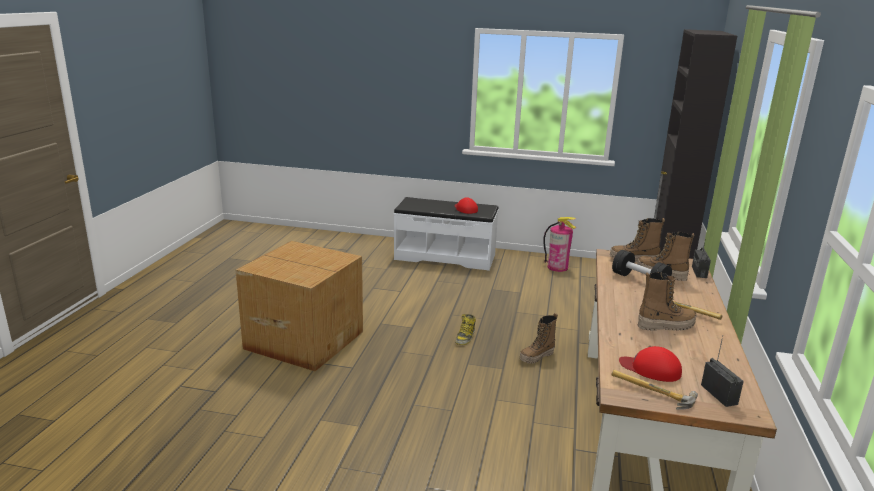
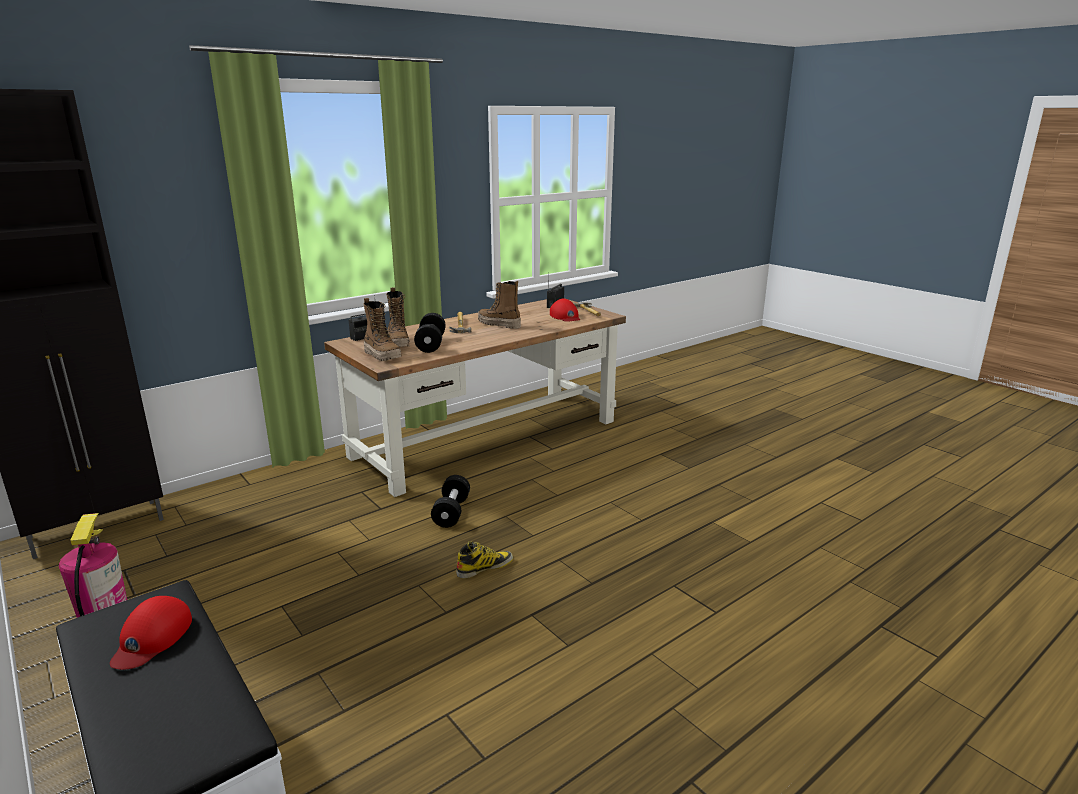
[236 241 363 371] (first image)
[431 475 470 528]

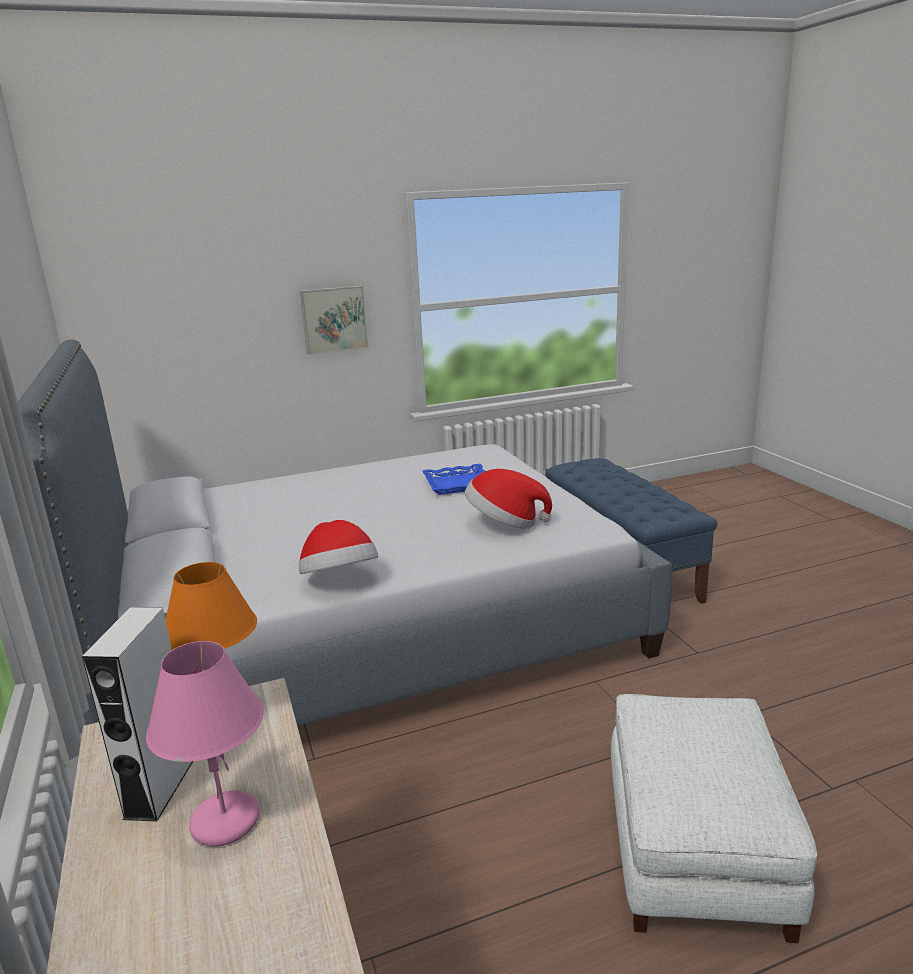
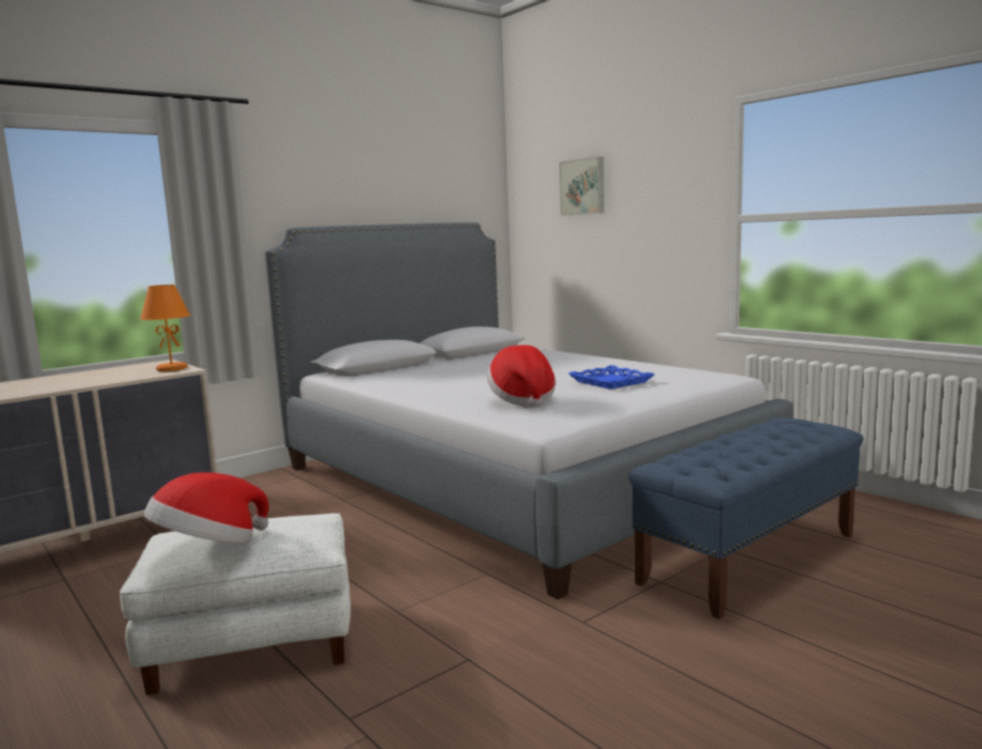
[82 607 193 821] (first image)
[146 641 264 847] (first image)
[144 472 269 543]
[559 157 604 216]

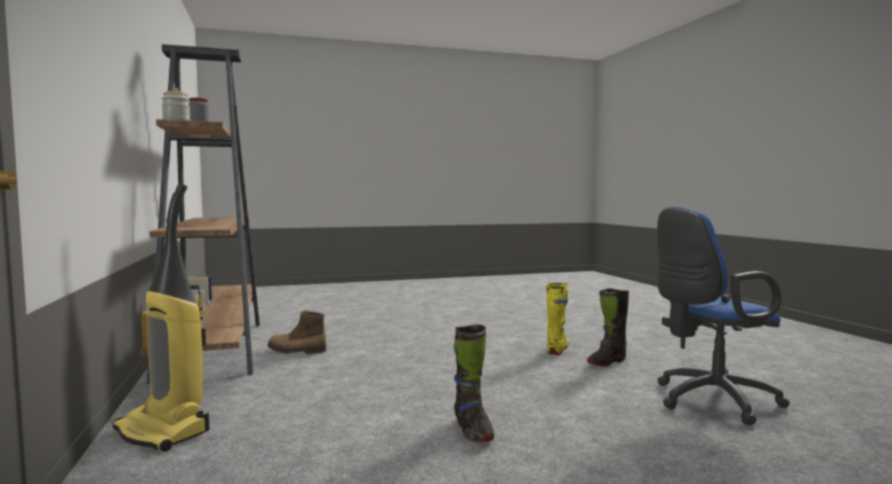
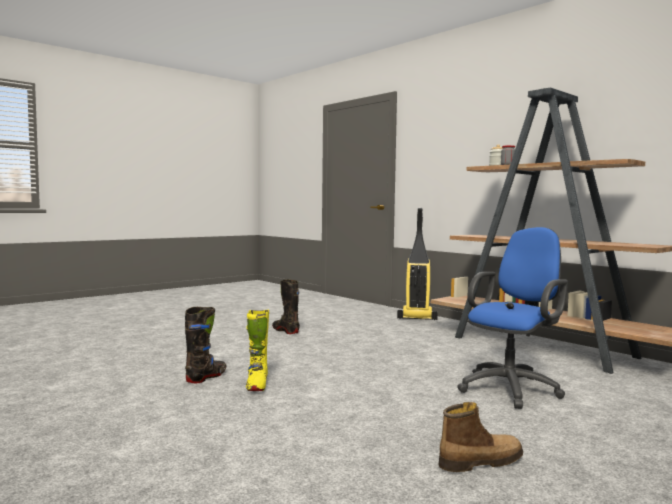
[438 402 523 472]
[457 227 568 409]

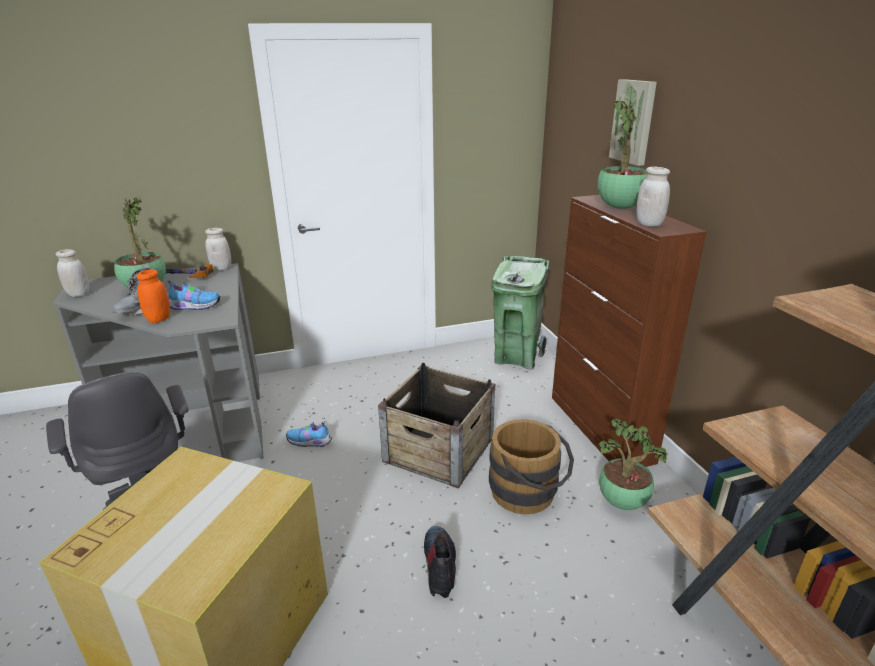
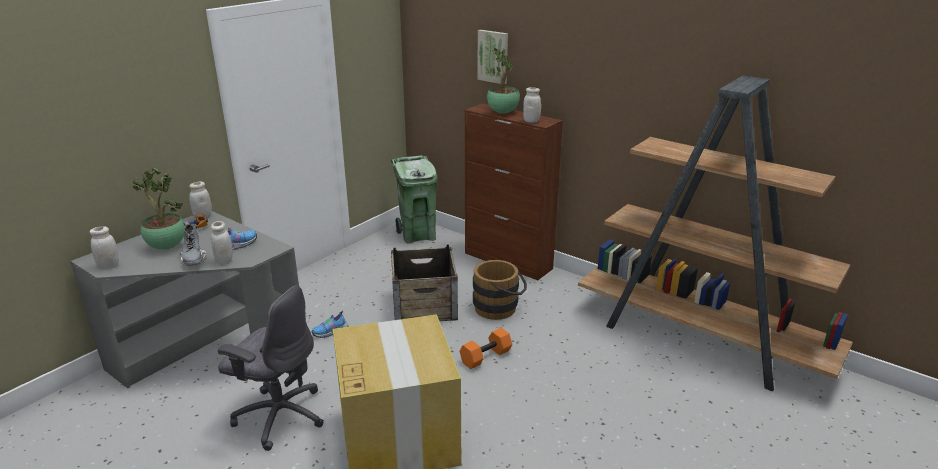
[598 418 669 510] (first image)
[459 328 512 369]
[211 221 233 264]

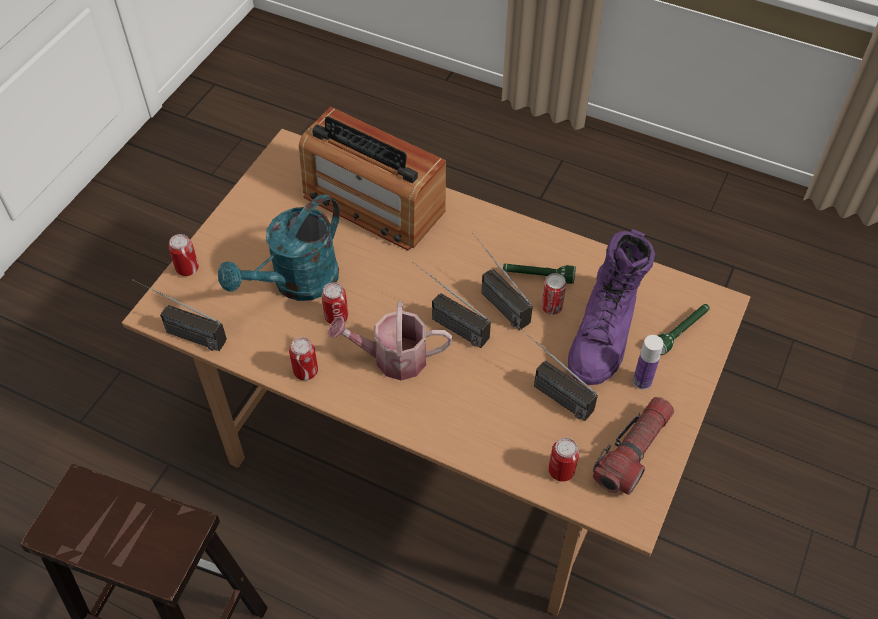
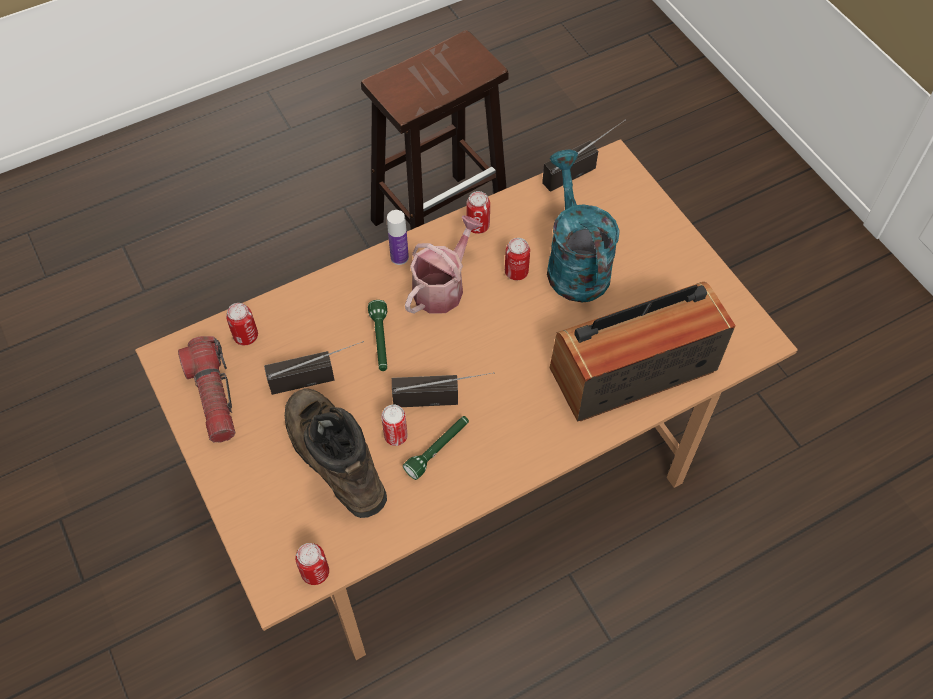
[413 262 491 348] (first image)
[295 543 329 585]
[387 210 409 265]
[368 300 387 371]
[285 388 387 518]

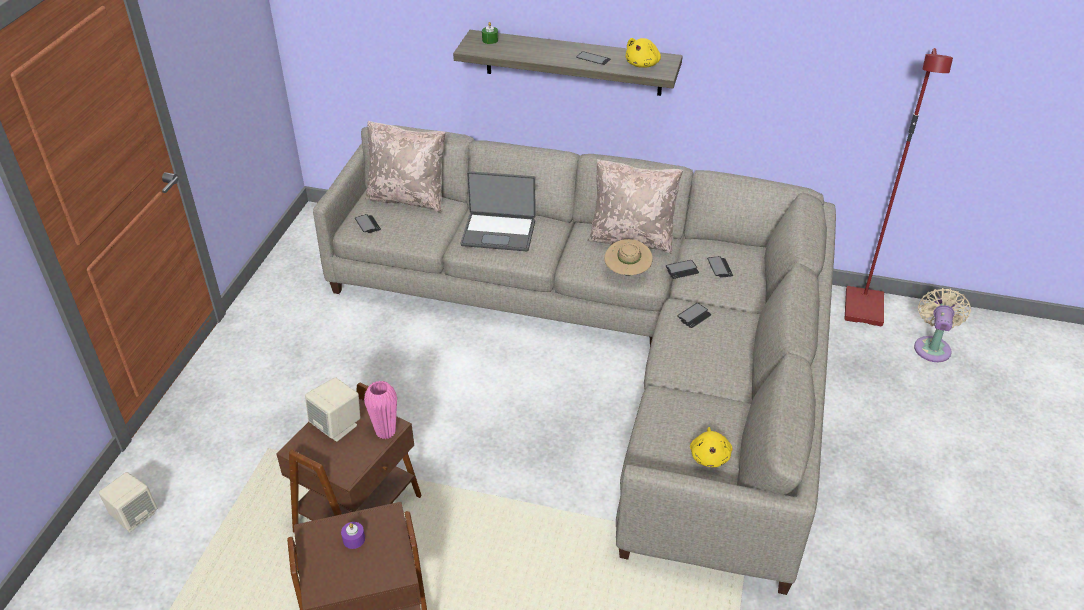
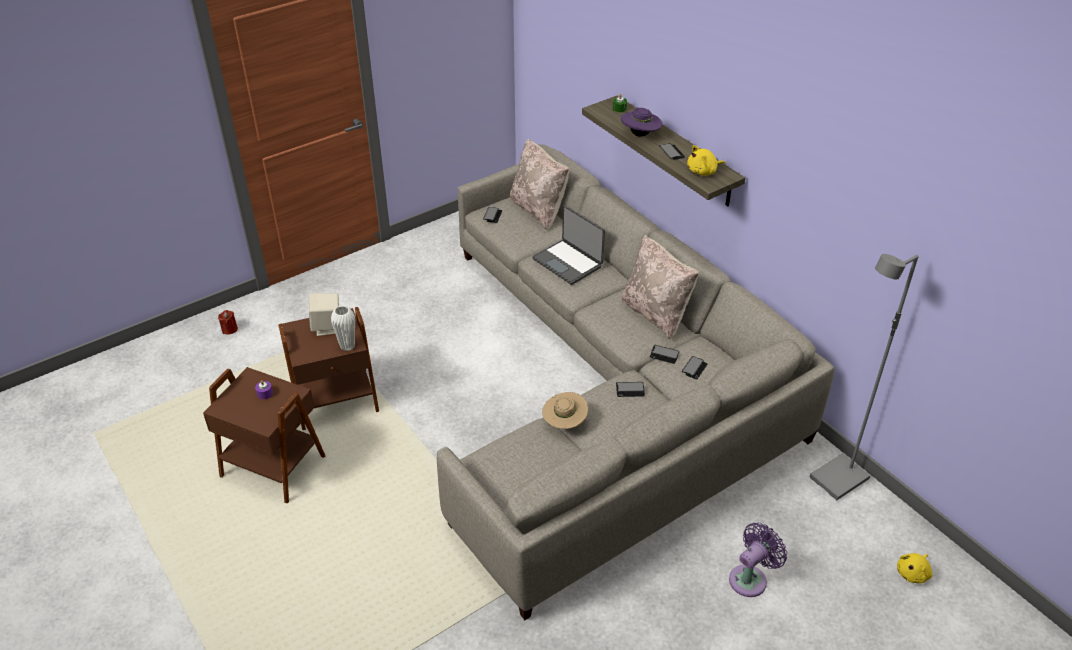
[914 288 971 362] (first image)
[621 108 662 137]
[729 523 787 597]
[542 392 588 429]
[897 553 933 583]
[218 310 238 334]
[331 306 355 351]
[810 254 919 500]

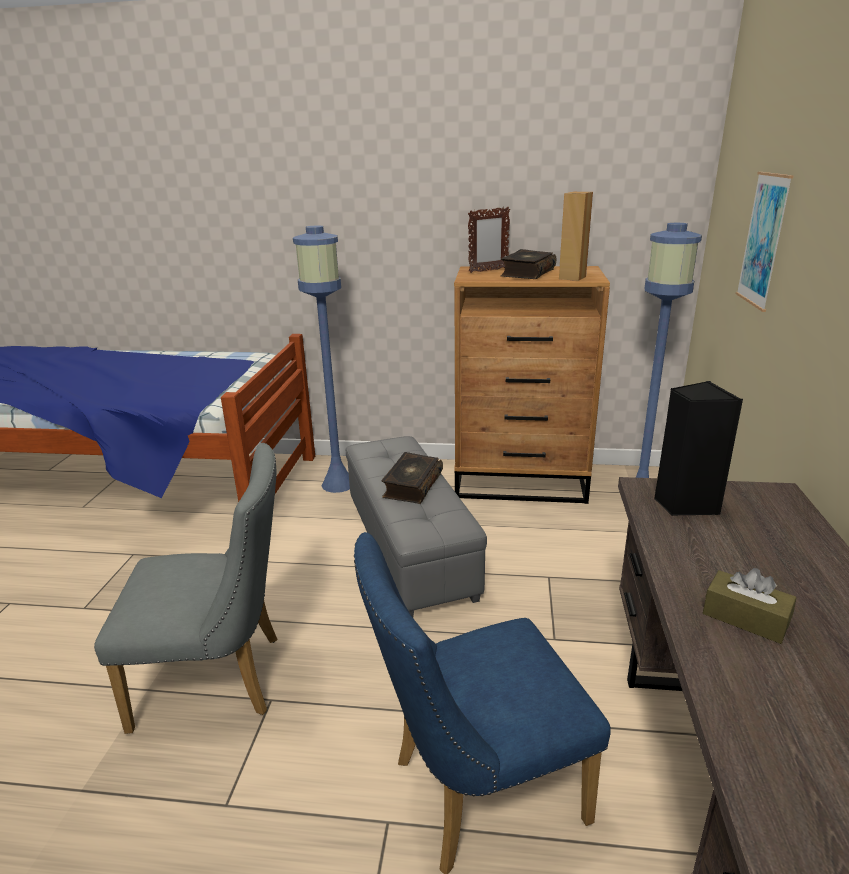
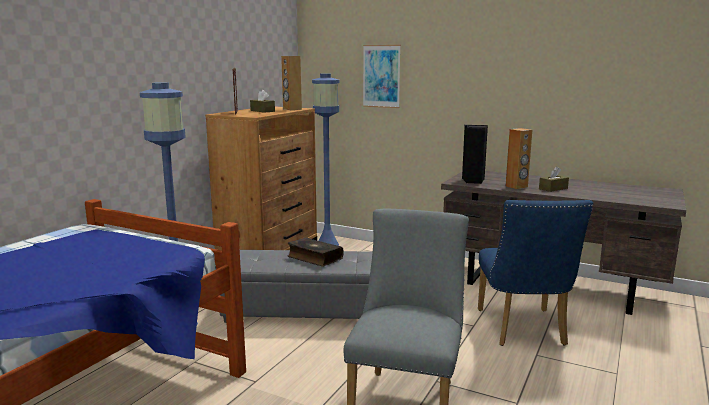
[506 128 532 189]
[250 90 275 113]

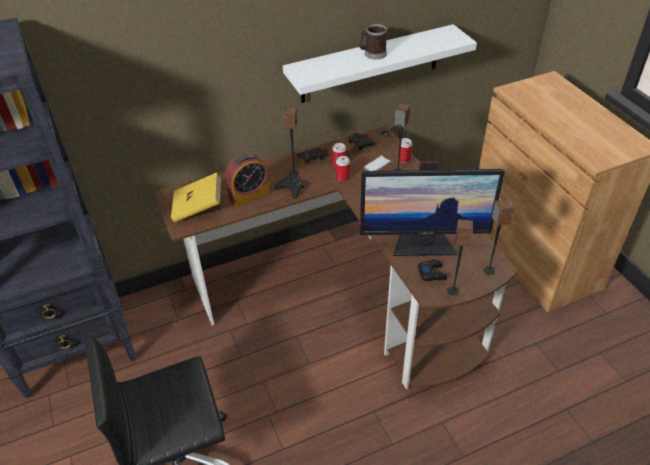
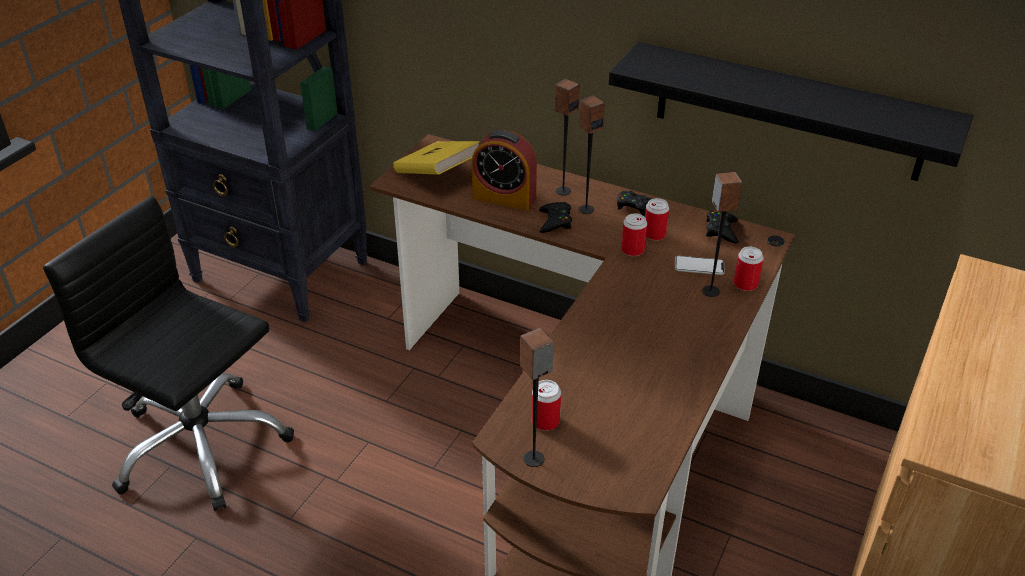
[359 24 387 60] (first image)
[360 160 505 256] (first image)
[554 79 580 195]
[532 380 561 431]
[609 42 973 181]

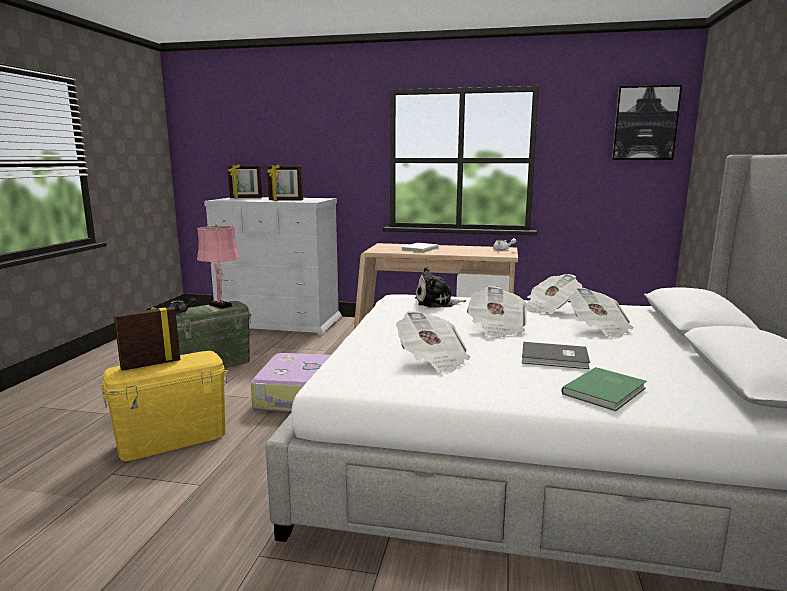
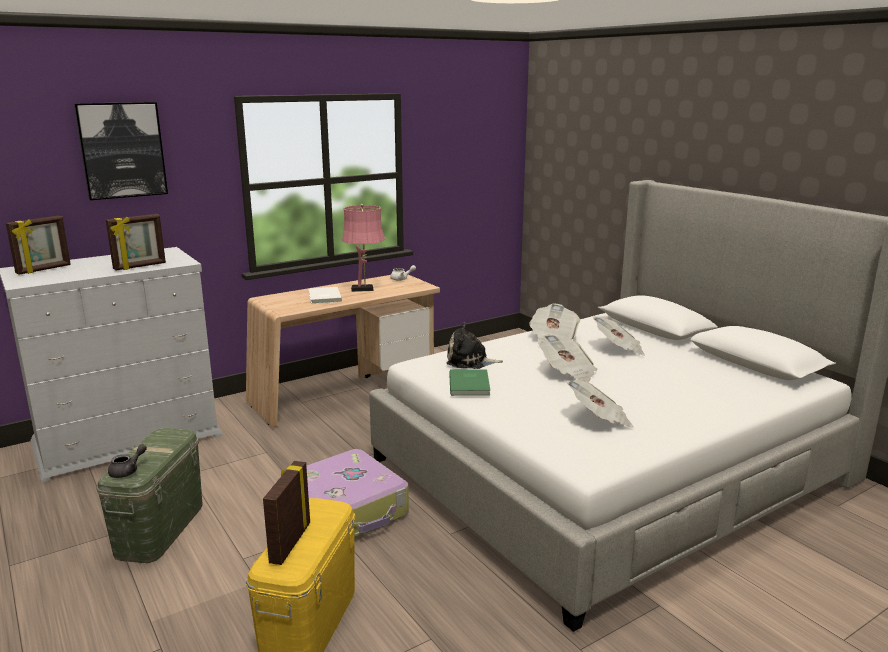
[522 342 590 369] (first image)
[342 204 385 292]
[449 369 490 396]
[74 102 168 200]
[447 322 503 369]

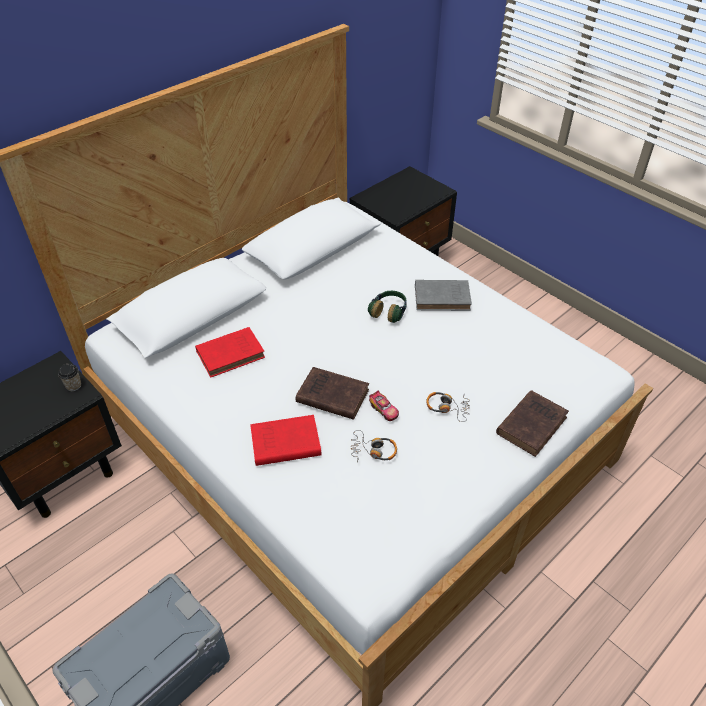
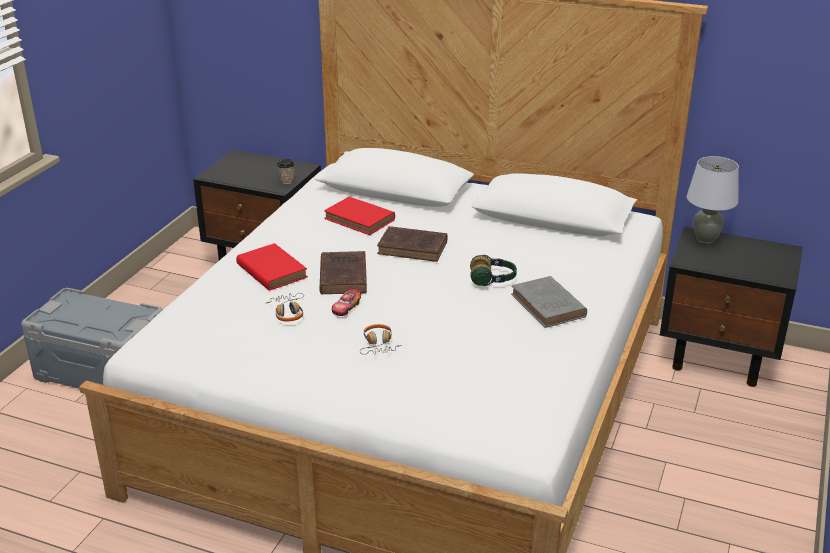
[687 156 739 244]
[377 226 447 262]

